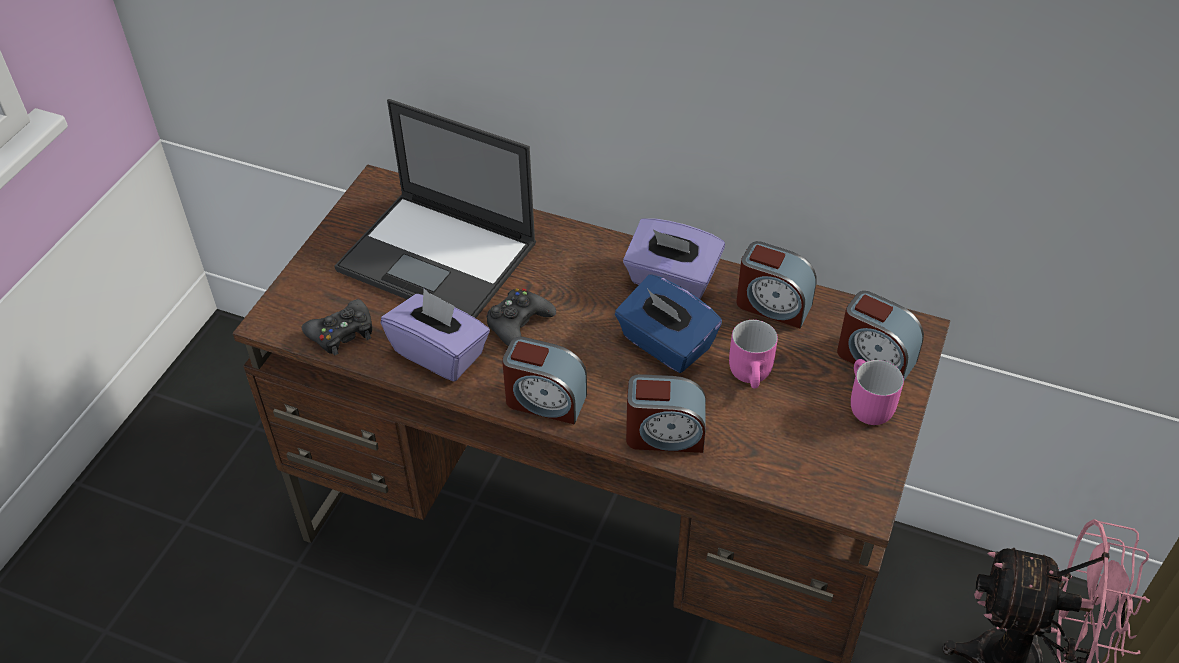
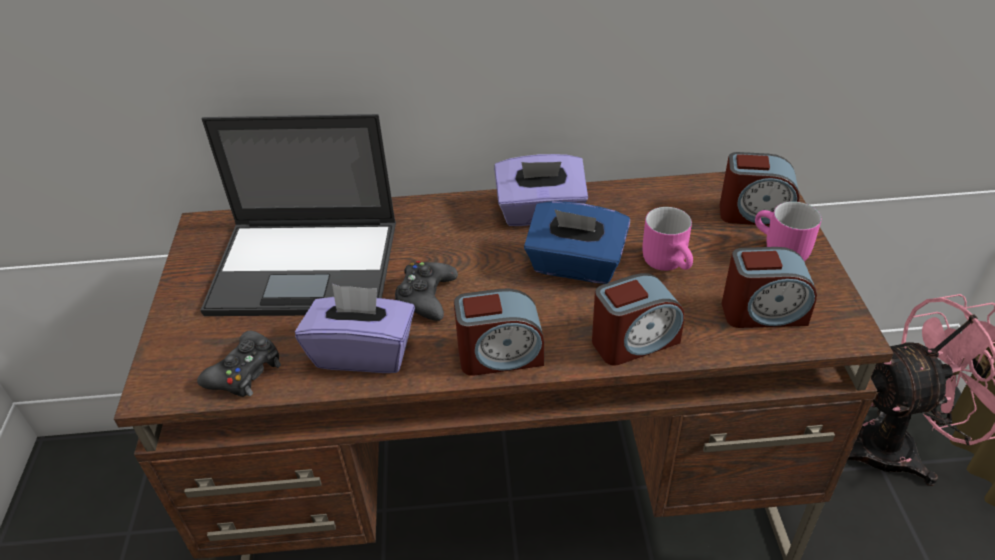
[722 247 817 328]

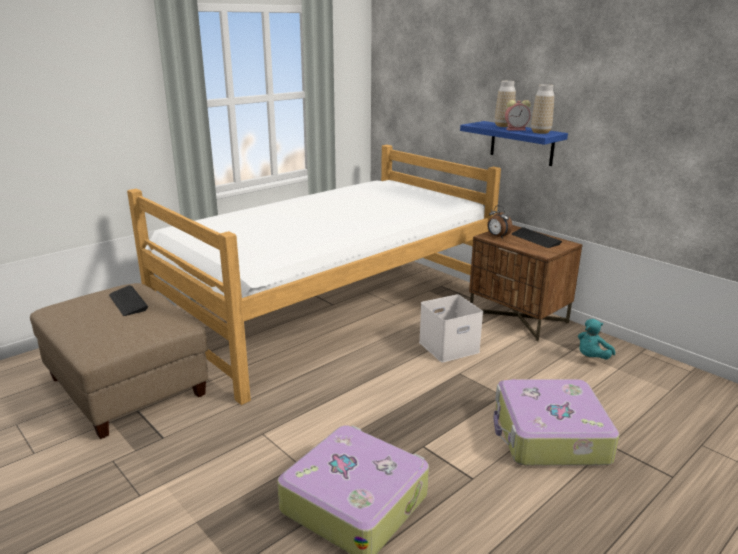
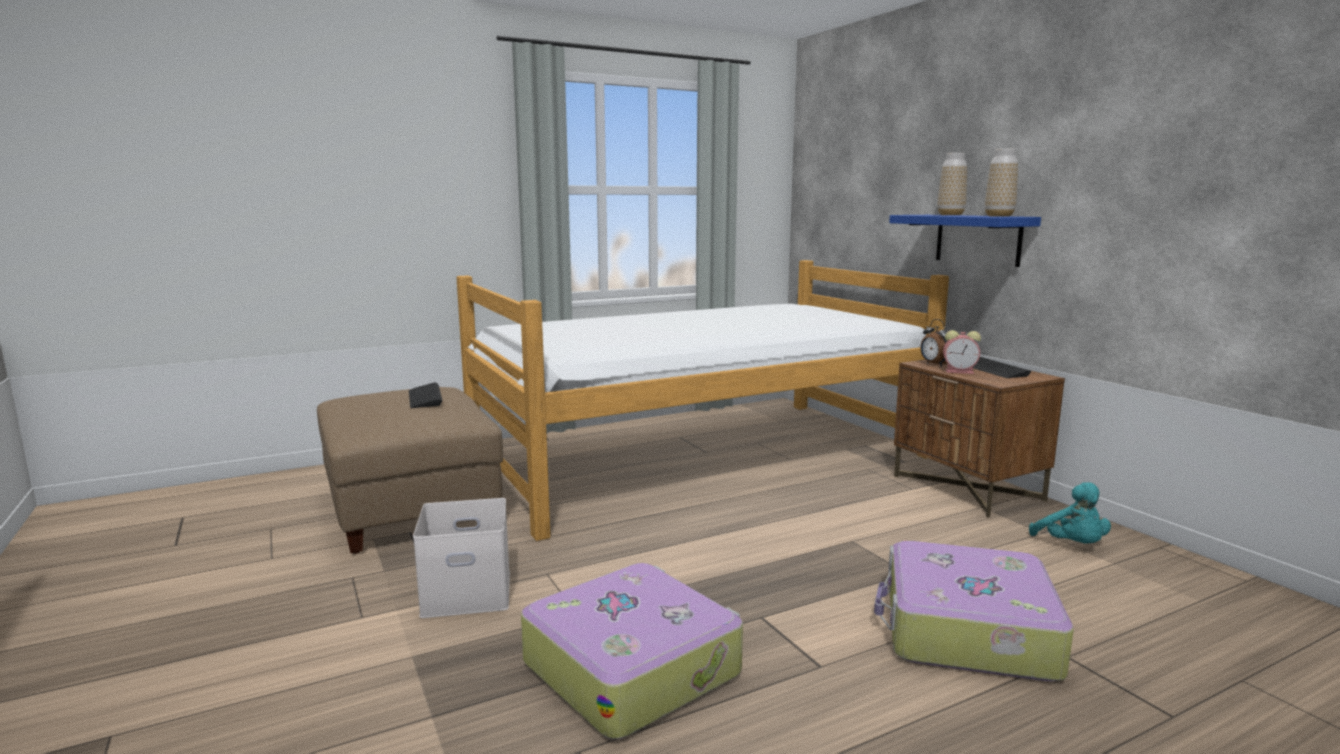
[413 498 510 618]
[943 330 981 374]
[1029 482 1111 543]

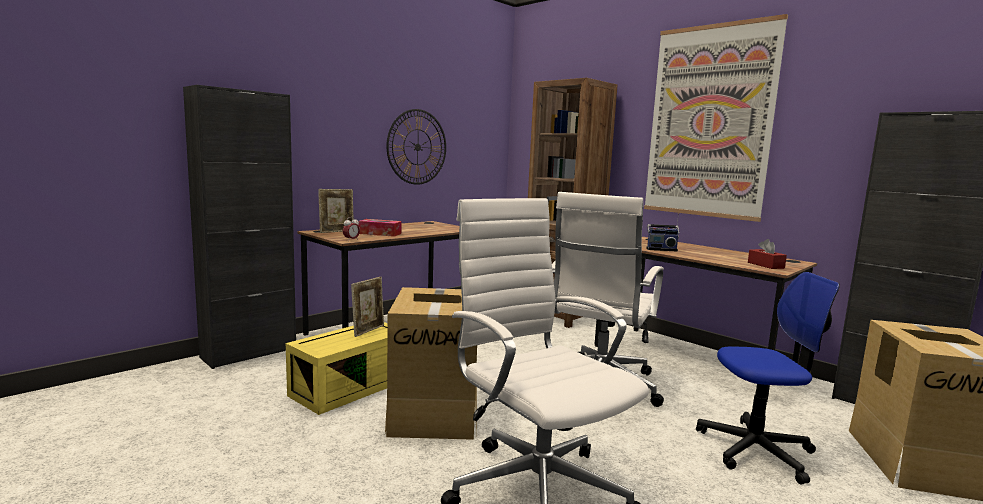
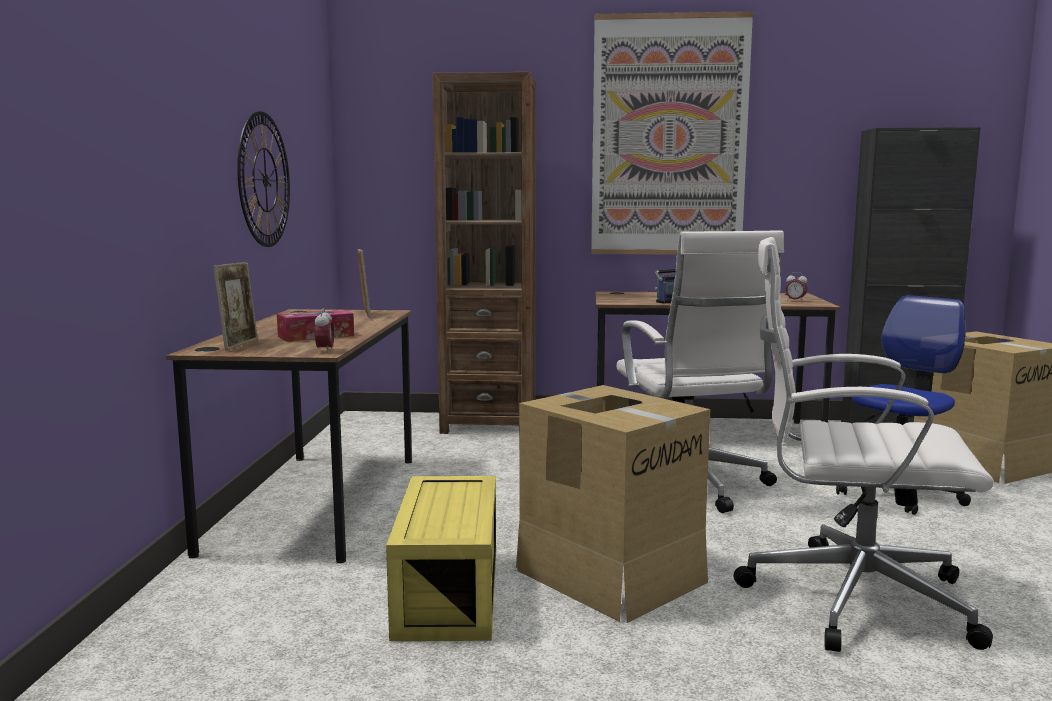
[183 85 296 369] (first image)
[358 249 372 318]
[785 272 807 302]

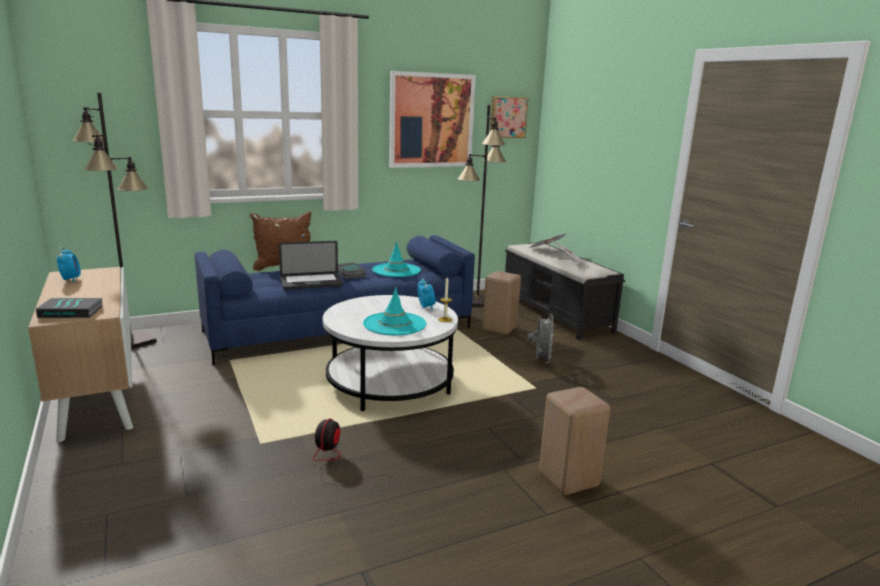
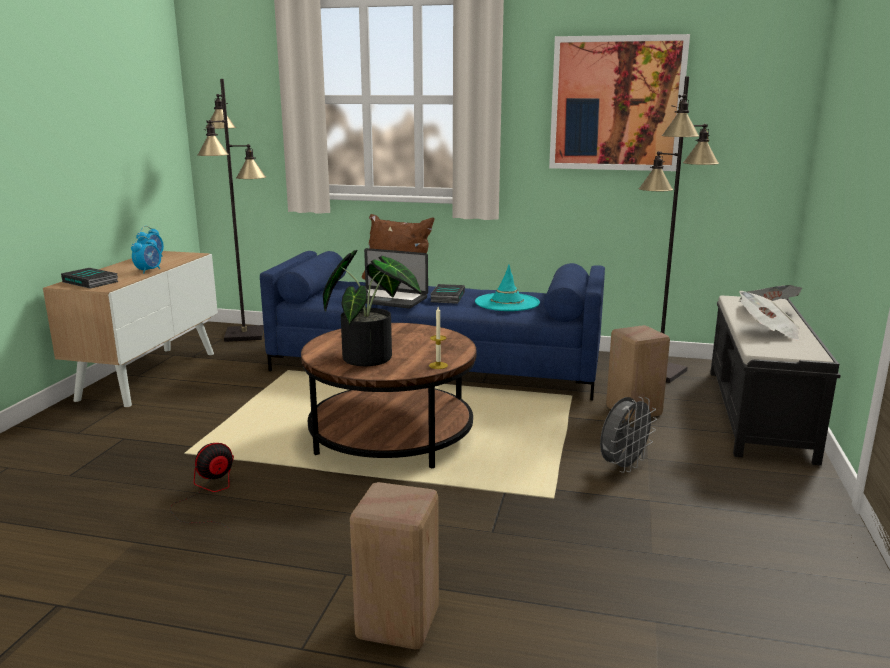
[490 96 528 138] (first image)
[131 236 161 274]
[323 250 421 366]
[301 323 476 469]

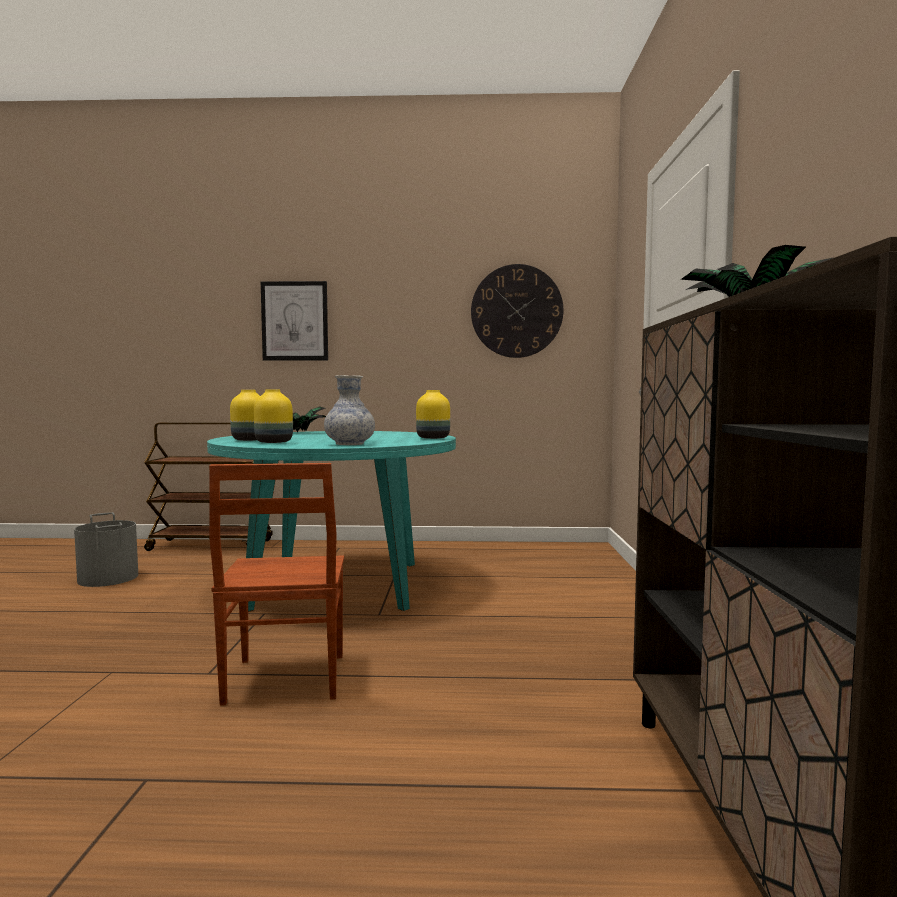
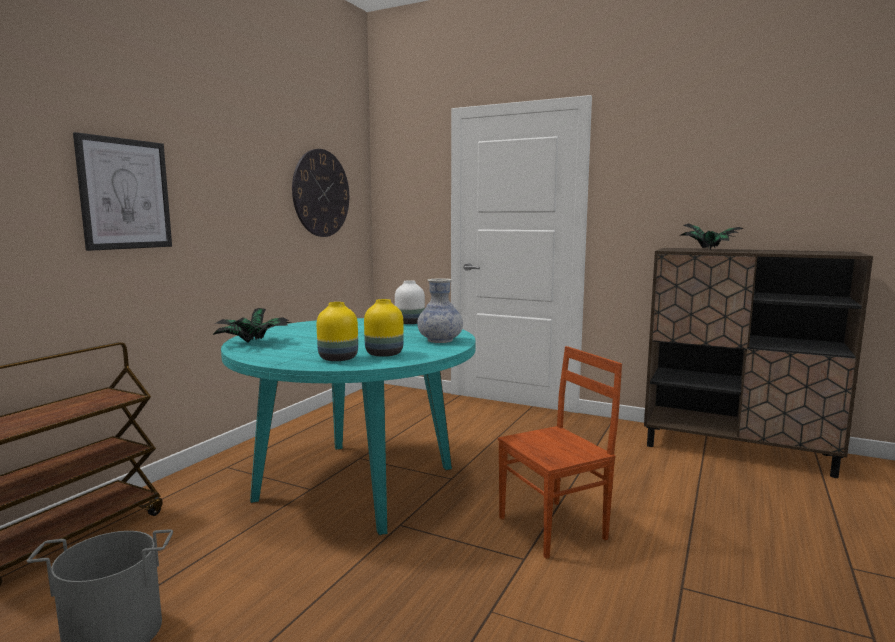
[395 280 425 324]
[498 346 622 559]

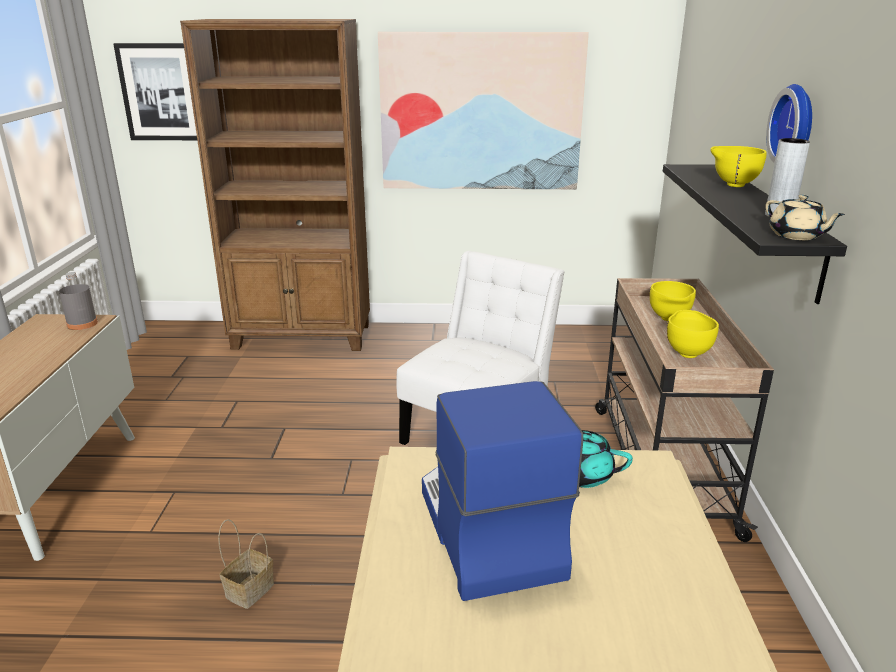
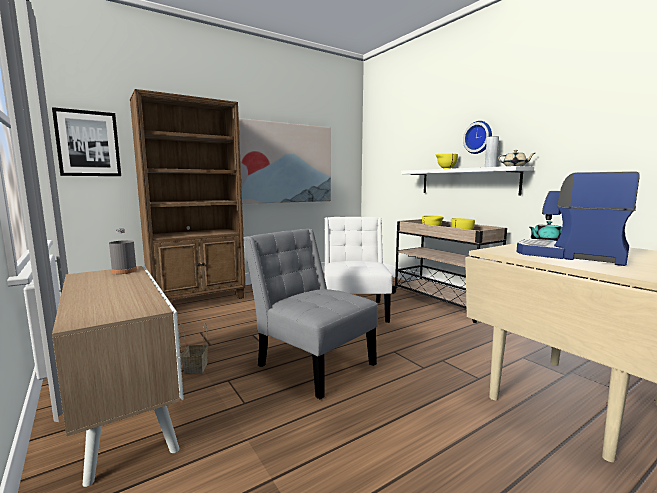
[244 229 378 399]
[179 323 208 374]
[401 166 534 195]

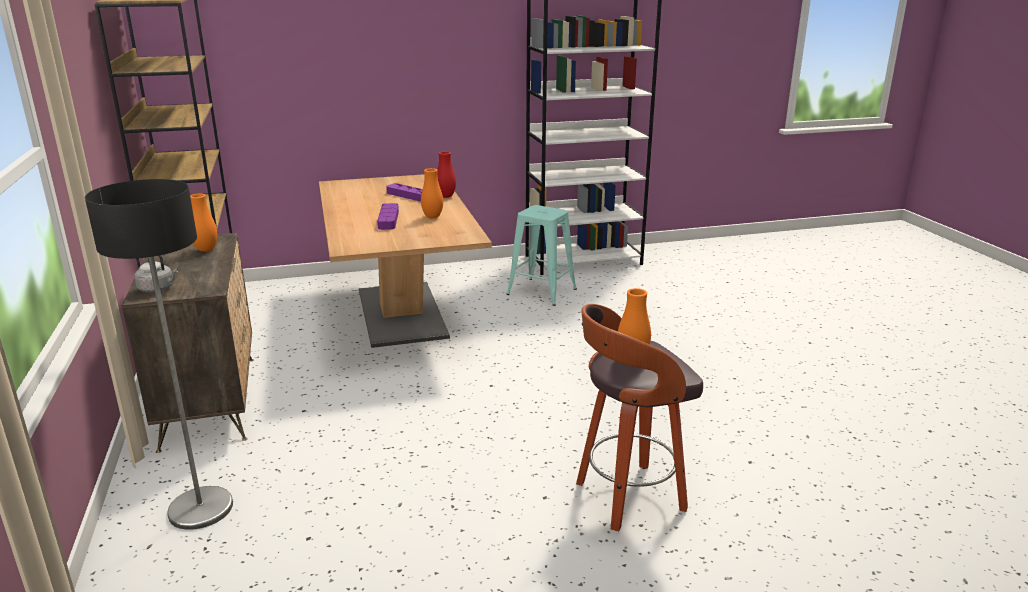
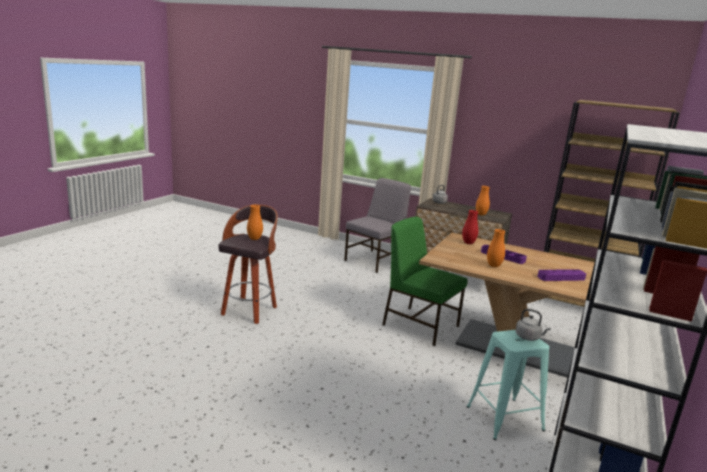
[382 217 468 346]
[515 309 551 341]
[462 210 478 244]
[344 178 411 273]

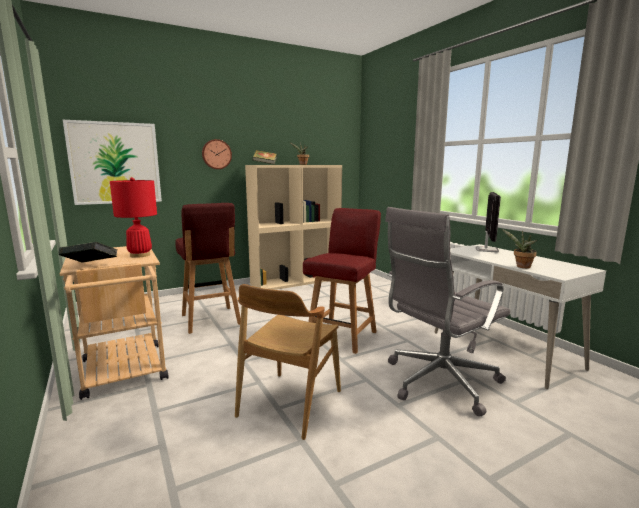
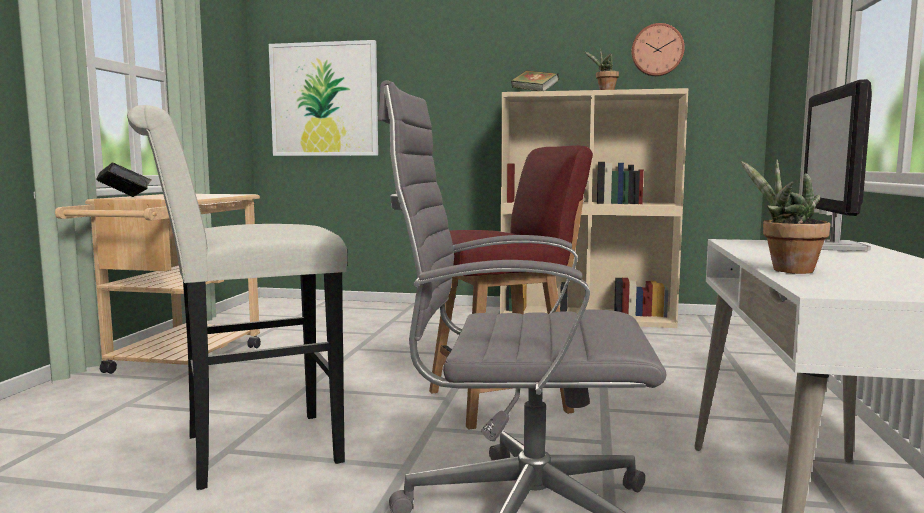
[110 177 157 258] (first image)
[176 203 241 334] (first image)
[631 23 685 76]
[127 105 348 490]
[802 79 872 251]

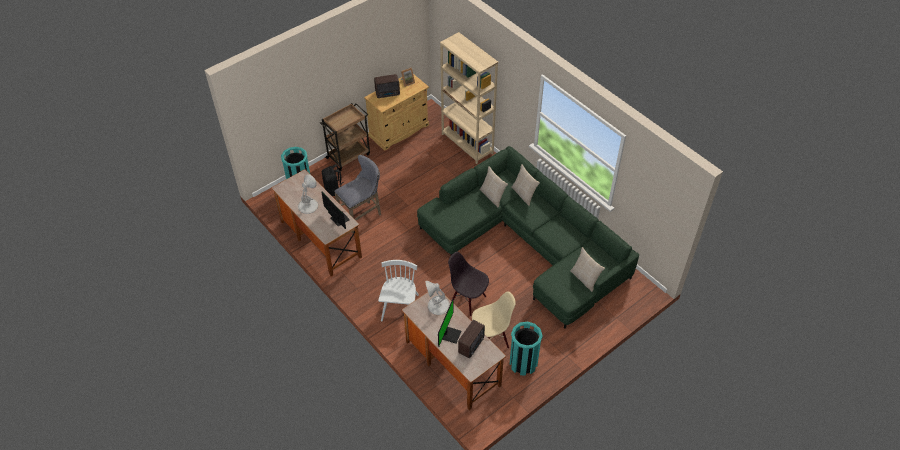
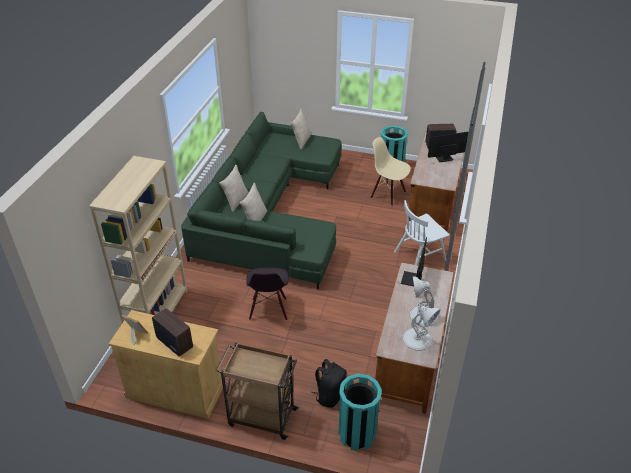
[334 155 381 233] (first image)
[403 305 441 351]
[246 267 288 320]

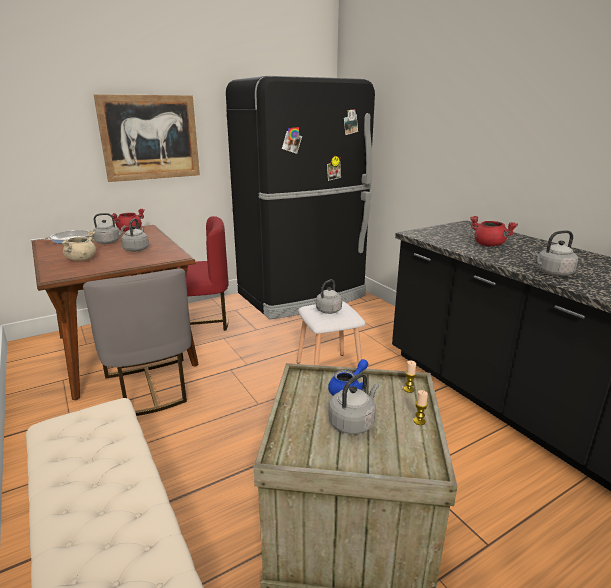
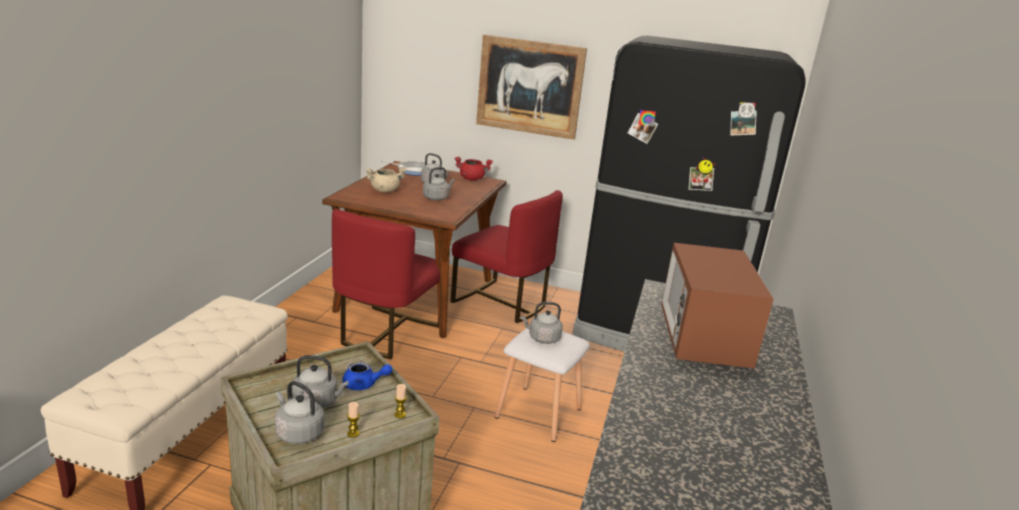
[275 381 324 444]
[661 243 774 368]
[332 209 440 359]

